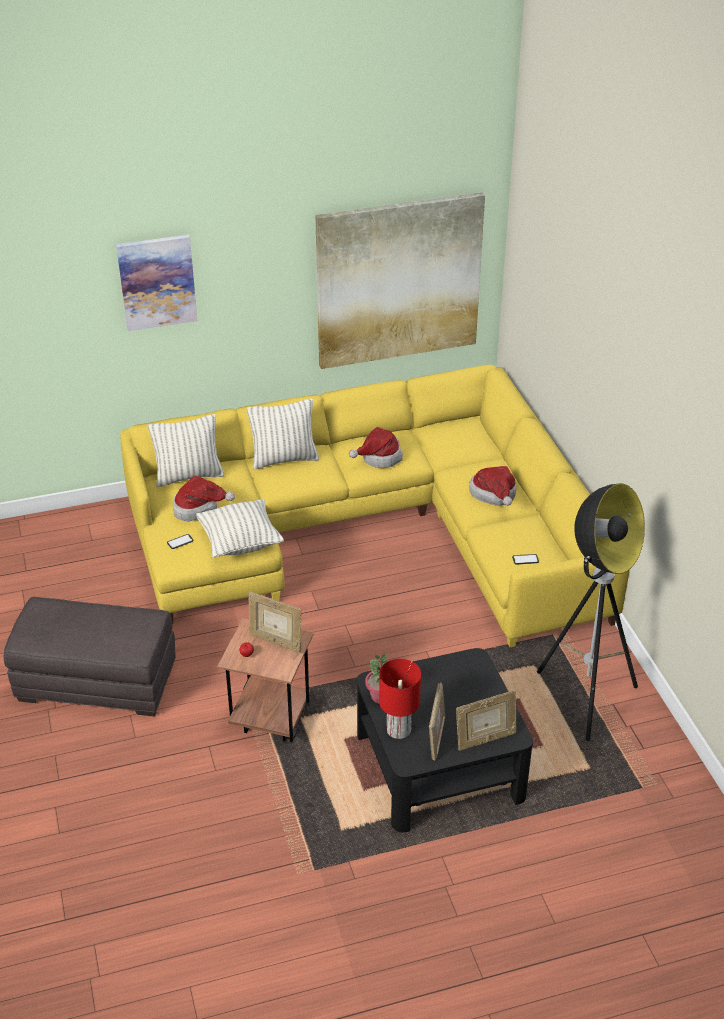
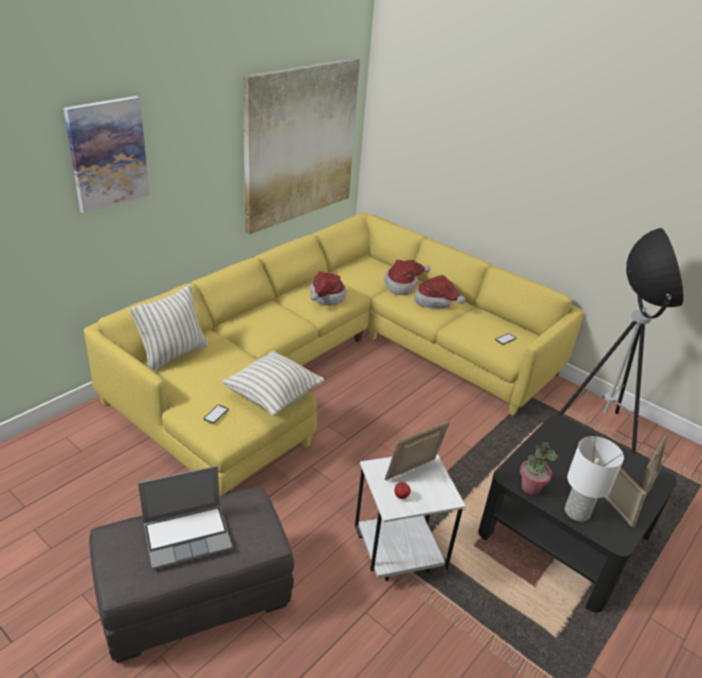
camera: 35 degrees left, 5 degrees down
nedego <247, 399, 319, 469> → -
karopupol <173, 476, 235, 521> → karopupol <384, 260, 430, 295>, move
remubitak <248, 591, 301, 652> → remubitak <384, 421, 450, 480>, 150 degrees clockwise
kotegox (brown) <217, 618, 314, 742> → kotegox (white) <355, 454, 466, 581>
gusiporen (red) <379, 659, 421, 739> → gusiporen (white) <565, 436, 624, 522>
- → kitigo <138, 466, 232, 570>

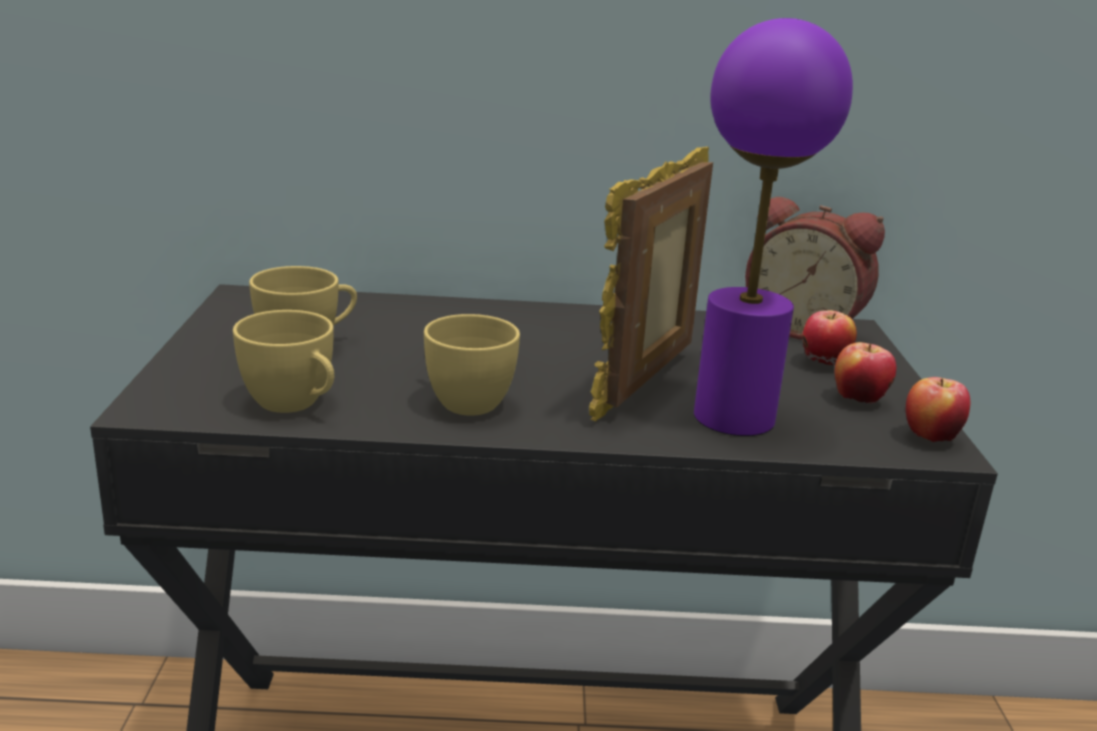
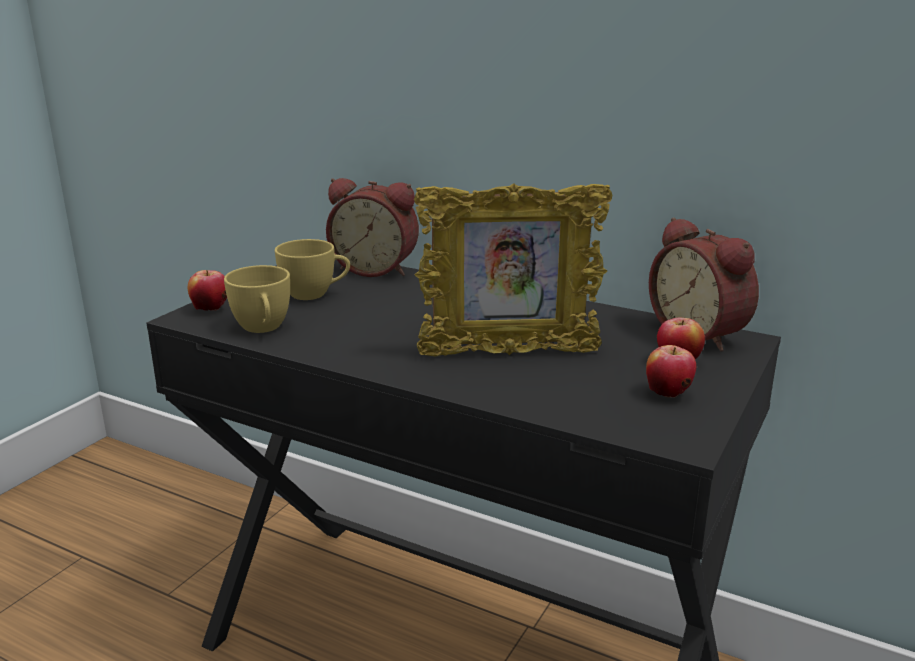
camera: 30 degrees right, 0 degrees up
gusiporen (purple) <694, 18, 853, 436> → -
remubitak <589, 147, 713, 422> → remubitak <414, 183, 612, 356>, 150 degrees counterclockwise
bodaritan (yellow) <424, 314, 520, 416> → -
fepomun <906, 377, 970, 442> → fepomun <188, 270, 227, 311>, move
- → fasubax <326, 178, 419, 277>

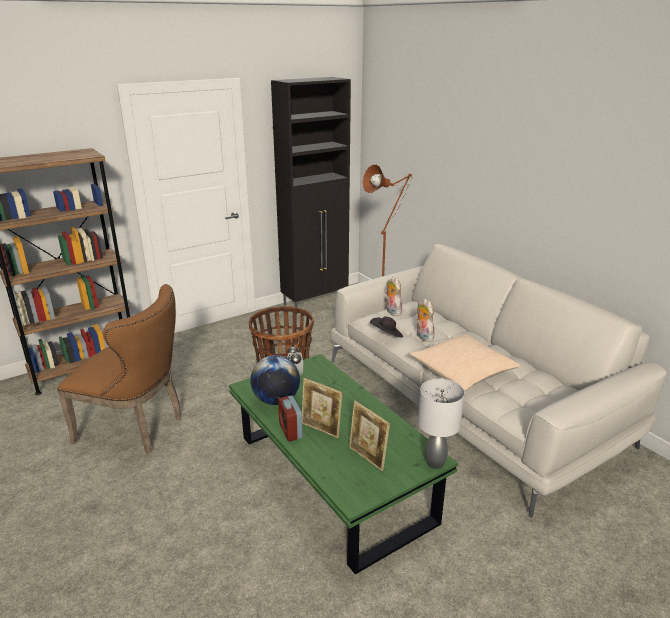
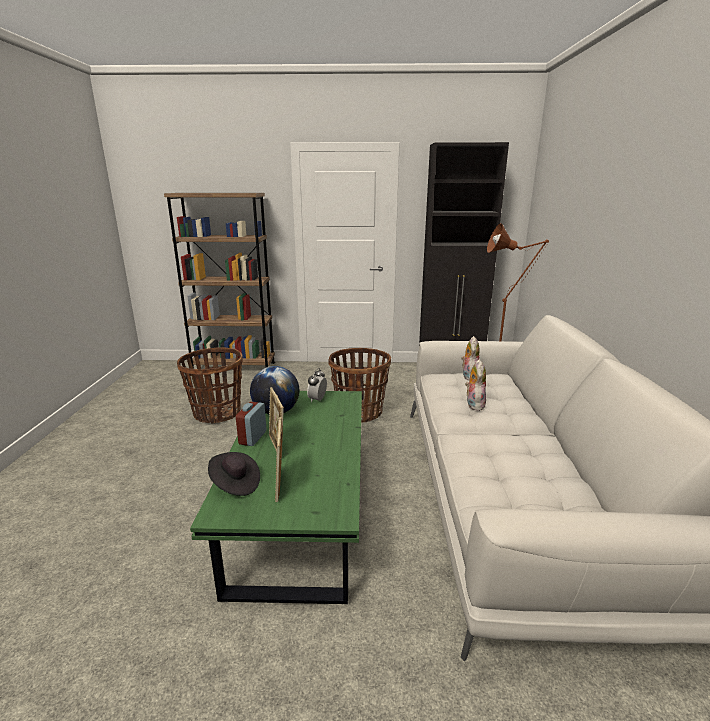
camera: 35 degrees right, 5 degrees down
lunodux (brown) <57, 284, 182, 454> → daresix <177, 347, 243, 423>
karopupol (black) <370, 316, 403, 338> → karopupol (black) <208, 452, 260, 496>, move
nedego (beige) <409, 334, 521, 391> → -
gusiporen (grey) <418, 379, 465, 469> → -

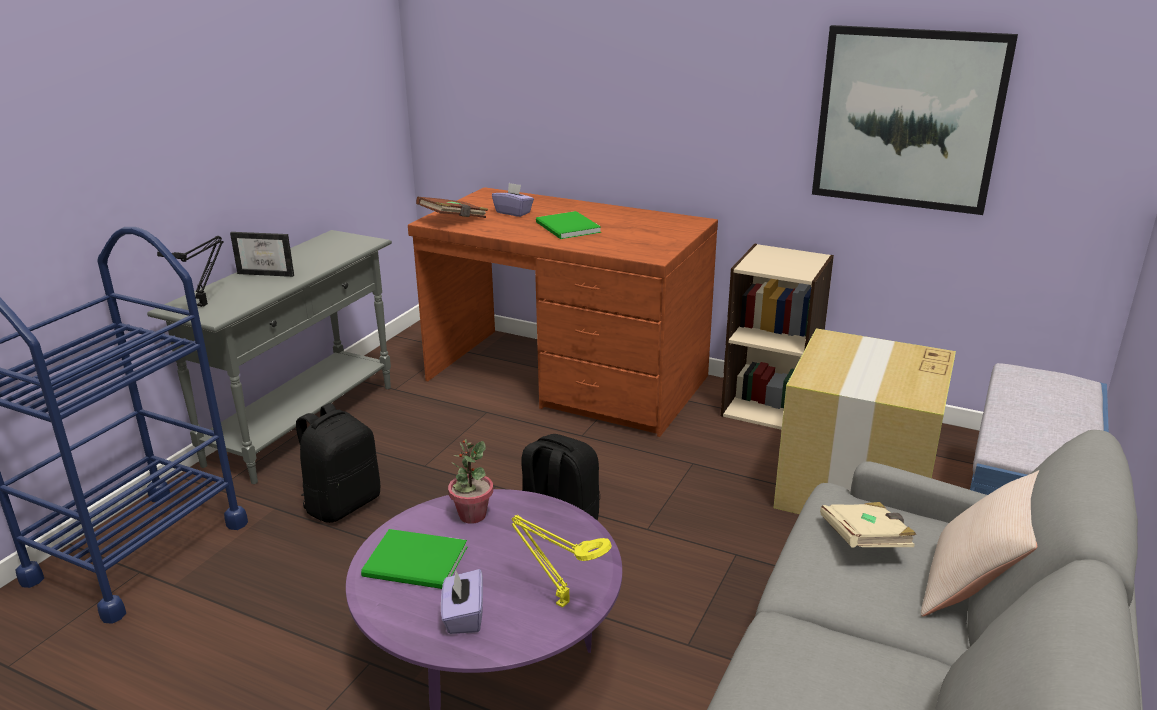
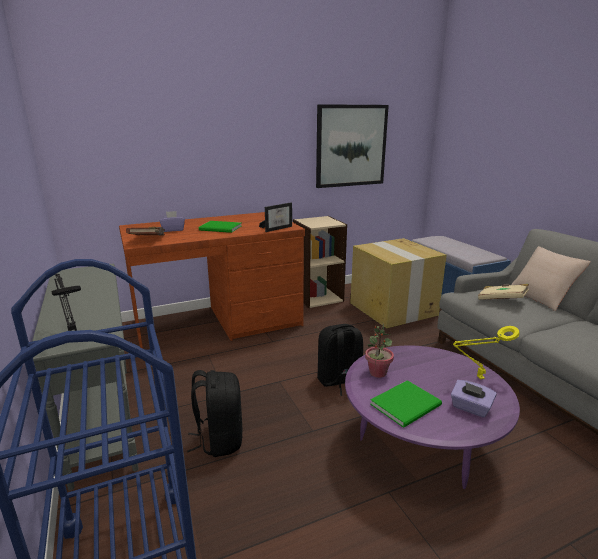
camera: 50 degrees left, 5 degrees down
remubitak <230, 232, 294, 277> → remubitak <259, 203, 292, 232>, move

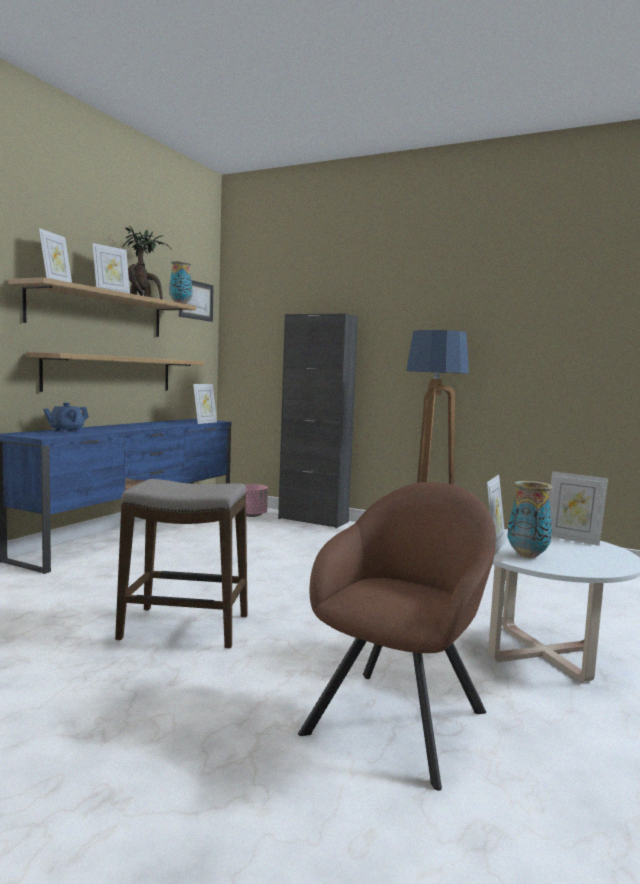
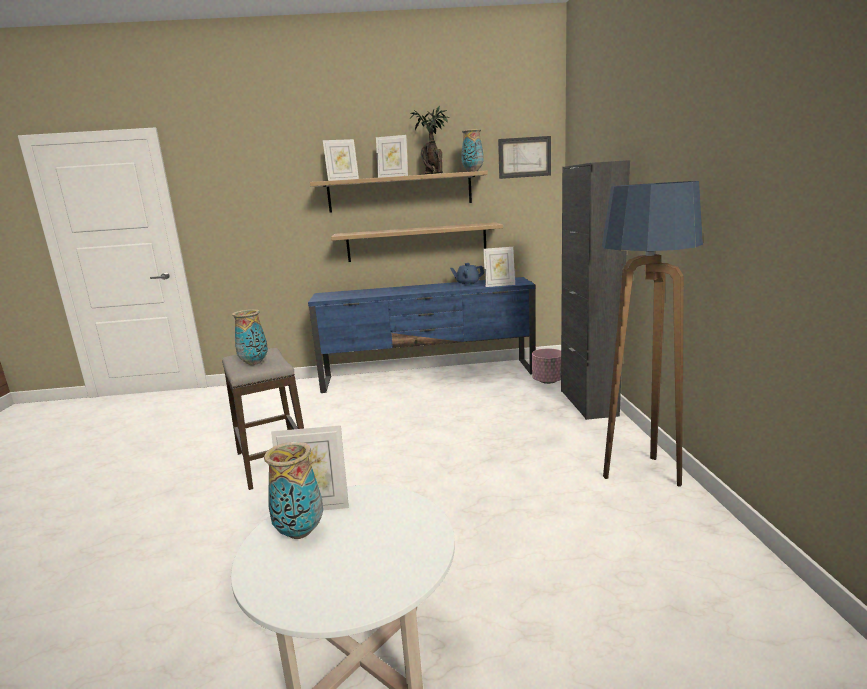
camera: 60 degrees right, 10 degrees up
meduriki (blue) <43, 403, 89, 432> → meduriki (blue) <450, 263, 484, 286>, move
remubitak <549, 471, 608, 546> → -
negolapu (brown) <298, 482, 496, 791> → -
- → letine <232, 309, 268, 365>

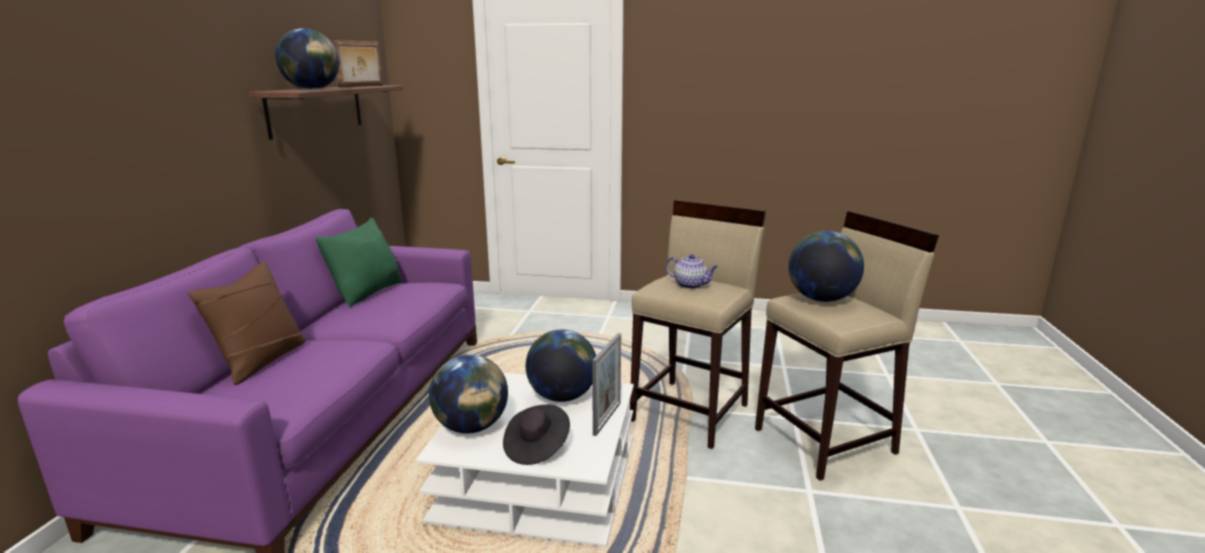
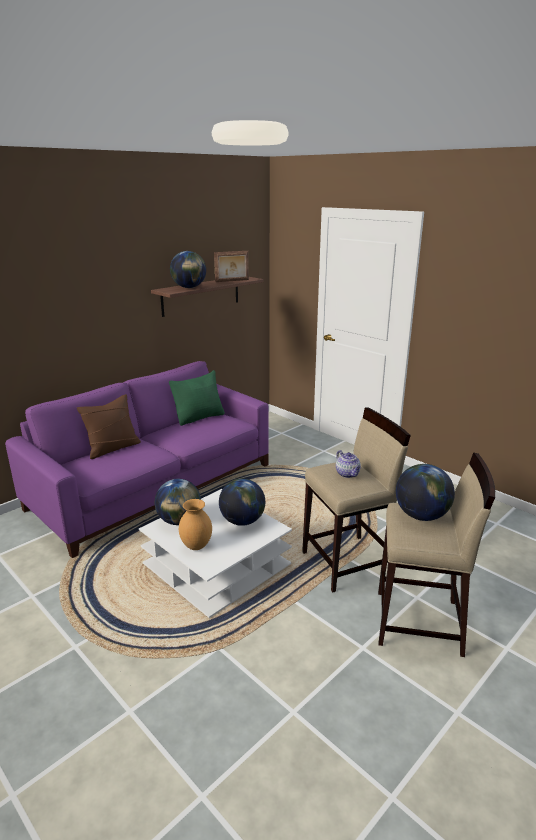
camera: 35 degrees right, 5 degrees up
remubitak <592, 333, 621, 436> → -
karopupol (black) <503, 405, 570, 465> → letine (brown) <179, 499, 212, 550>

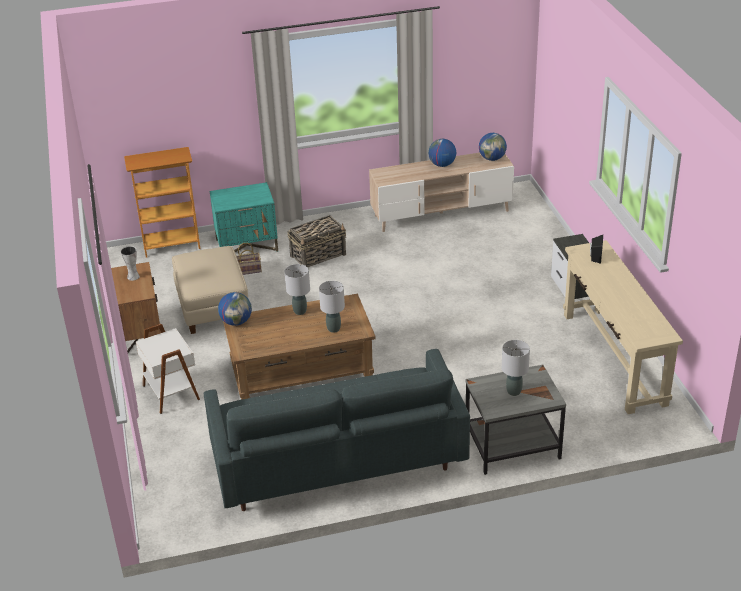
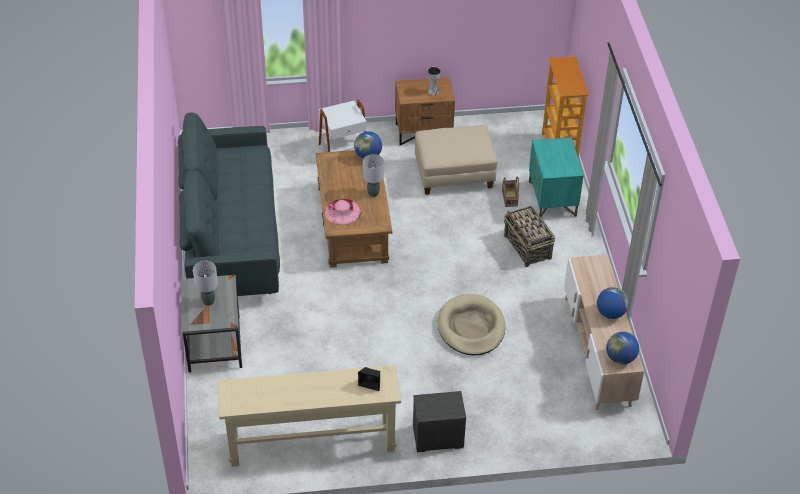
camera: 95 degrees right, 10 degrees up
gusiporen (grey) <319, 281, 345, 333> → karopupol (pink) <324, 199, 361, 225>
- → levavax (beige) <437, 294, 506, 356>

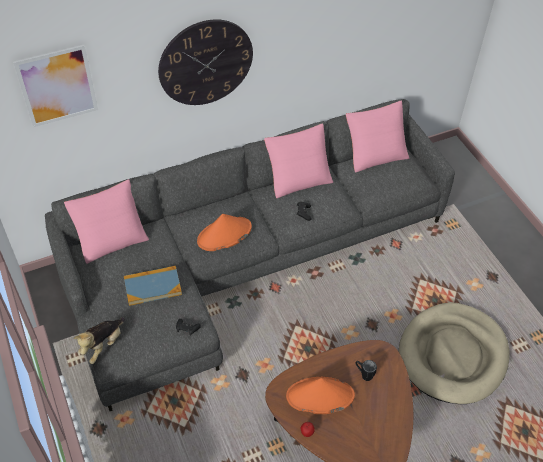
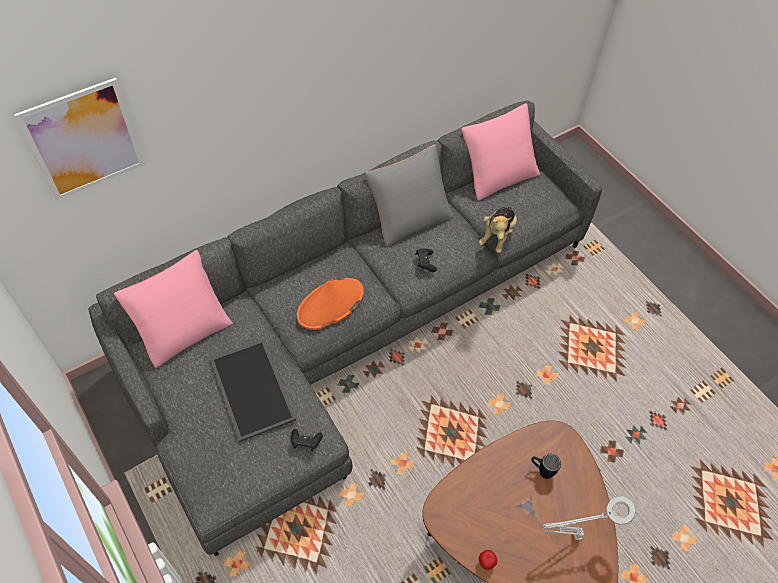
camera: 10 degrees left, 5 degrees up
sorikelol <158, 19, 253, 105> → -
nedego (pink) <264, 124, 333, 198> → nedego (grey) <365, 144, 454, 247>
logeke <124, 266, 182, 306> → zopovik <210, 340, 296, 442>
levavax (beige) <399, 303, 510, 404> → -
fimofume <74, 317, 125, 364> → fimofume <479, 206, 517, 253>, move
karopupol (orange) <286, 377, 355, 414> → -
- → gusiporen (grey) <542, 496, 636, 541>

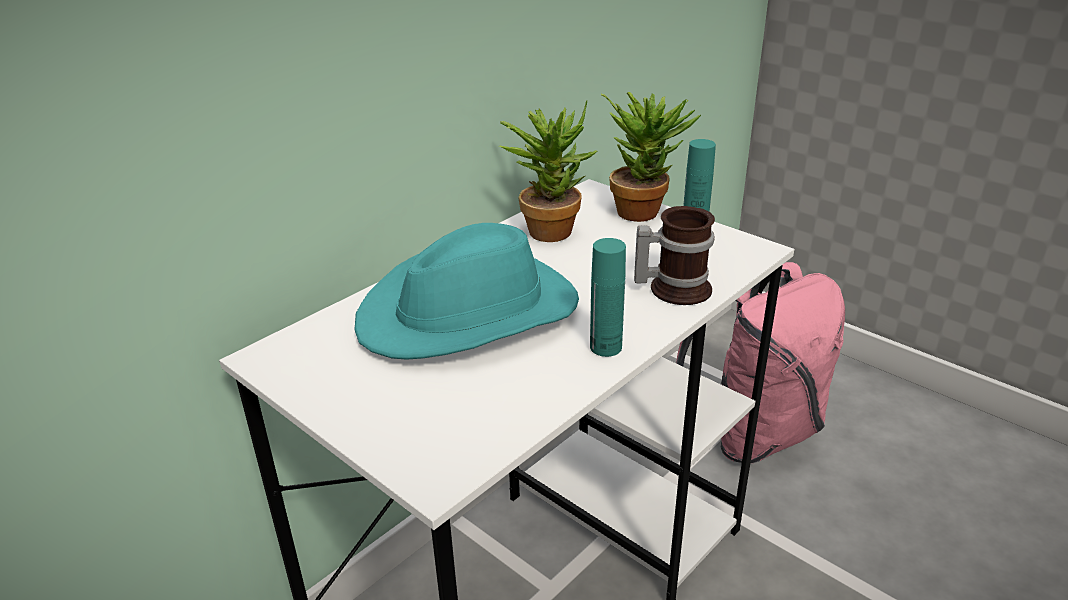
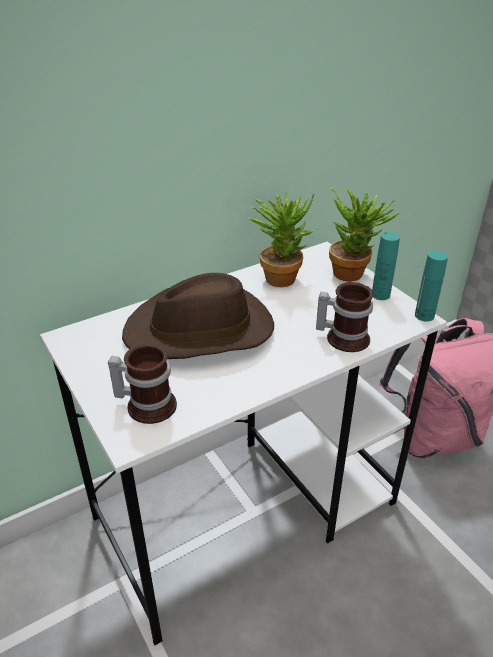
camera: 15 degrees right, 5 degrees up
karopupol (turquoise) <354, 223, 579, 360> → karopupol (brown) <122, 273, 274, 359>
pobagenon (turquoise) <590, 238, 626, 357> → pobagenon (turquoise) <415, 250, 448, 321>, move
- → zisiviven <108, 343, 177, 424>

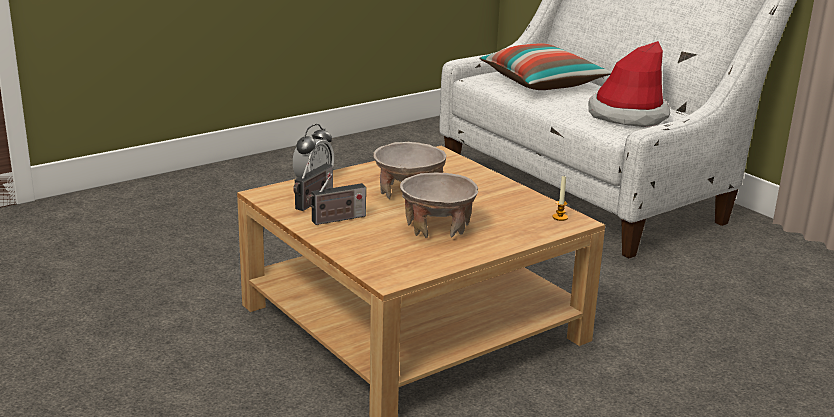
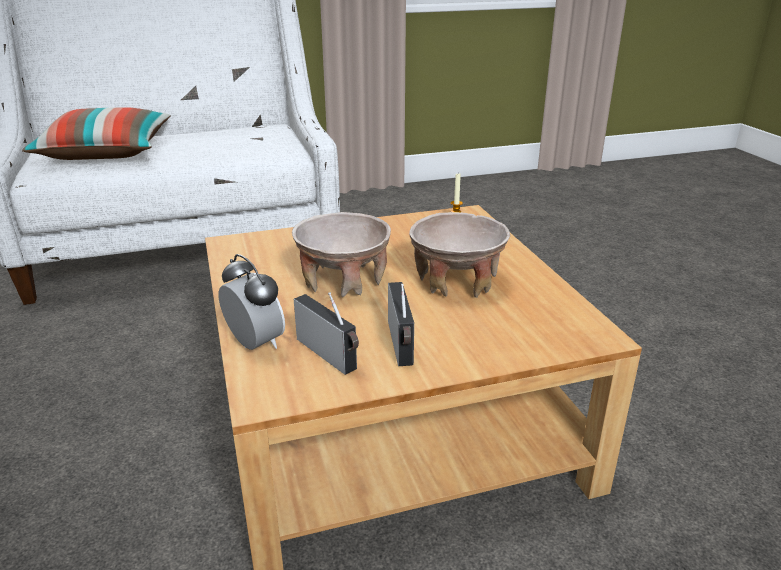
camera: 70 degrees left, 5 degrees up
karopupol <588, 41, 671, 127> → -

